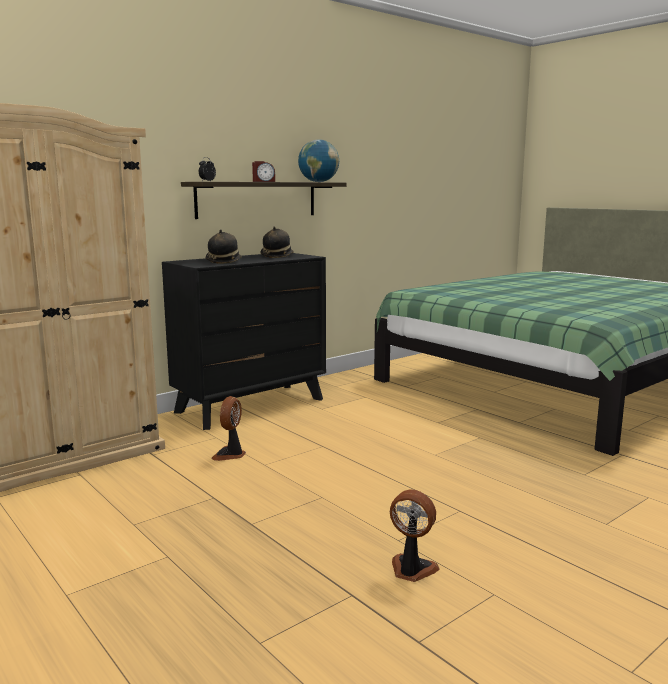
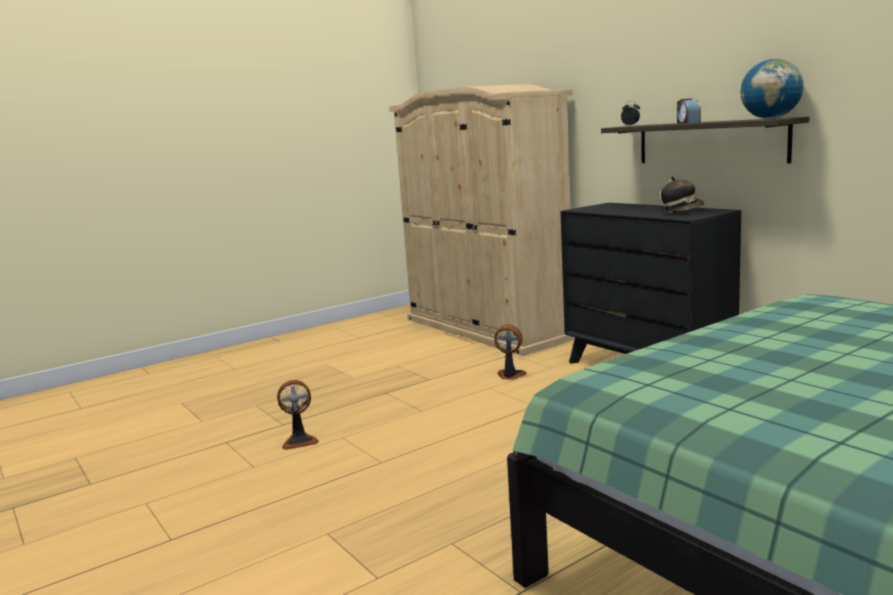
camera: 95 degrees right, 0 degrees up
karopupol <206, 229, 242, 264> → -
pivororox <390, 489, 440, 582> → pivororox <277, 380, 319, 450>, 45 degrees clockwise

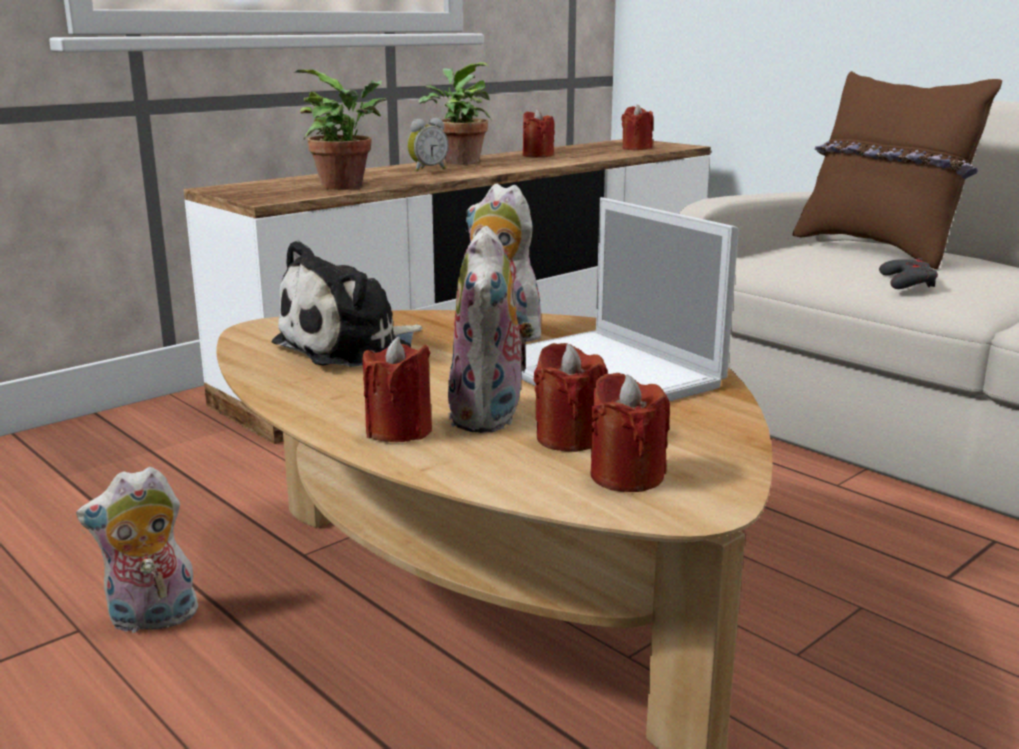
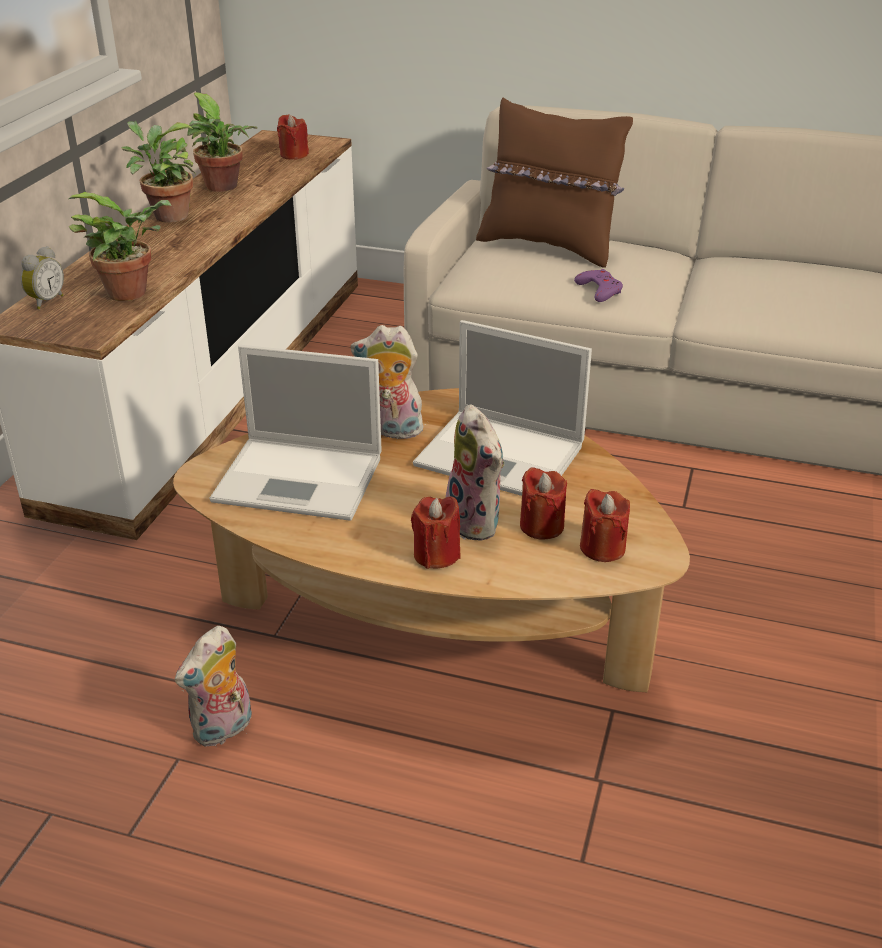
camera: 30 degrees left, 15 degrees up
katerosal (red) <523, 109, 555, 158> → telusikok <187, 92, 258, 192>
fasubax <407, 118, 449, 172> → fasubax <21, 246, 64, 309>, move
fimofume <272, 240, 422, 367> → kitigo <209, 345, 382, 521>
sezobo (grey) <879, 258, 938, 289> → sezobo (purple) <574, 269, 623, 302>

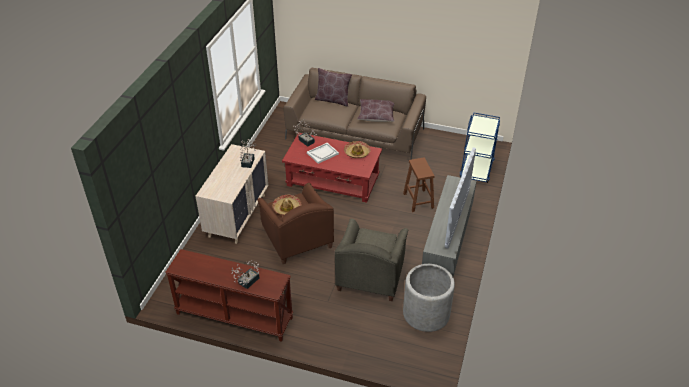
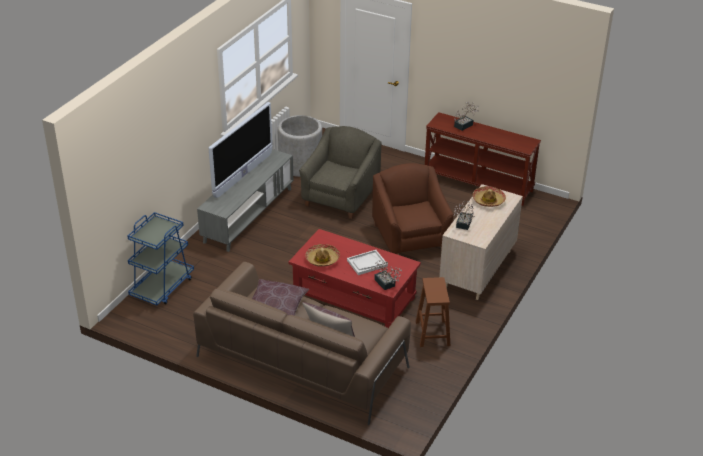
camera: 170 degrees left, 5 degrees down
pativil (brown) <403, 158, 435, 212> → pativil (brown) <416, 277, 450, 347>, move
karopupol <272, 195, 301, 215> → karopupol <472, 186, 506, 207>, move

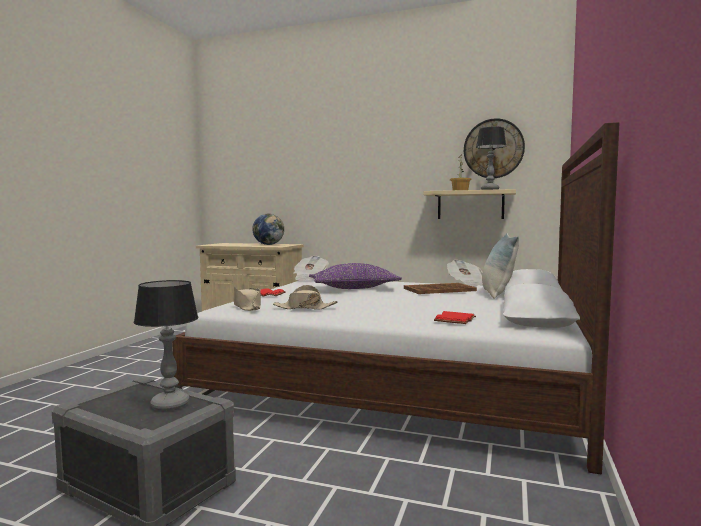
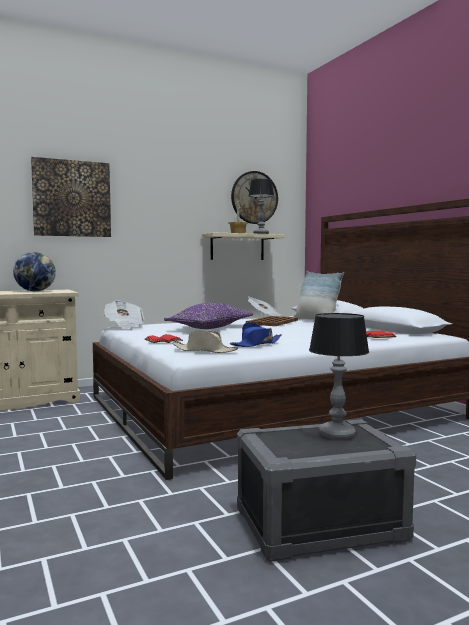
camera: 45 degrees left, 0 degrees up
karopupol (beige) <273, 285, 337, 310> → karopupol (blue) <230, 322, 282, 347>
- → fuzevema <31, 157, 111, 237>

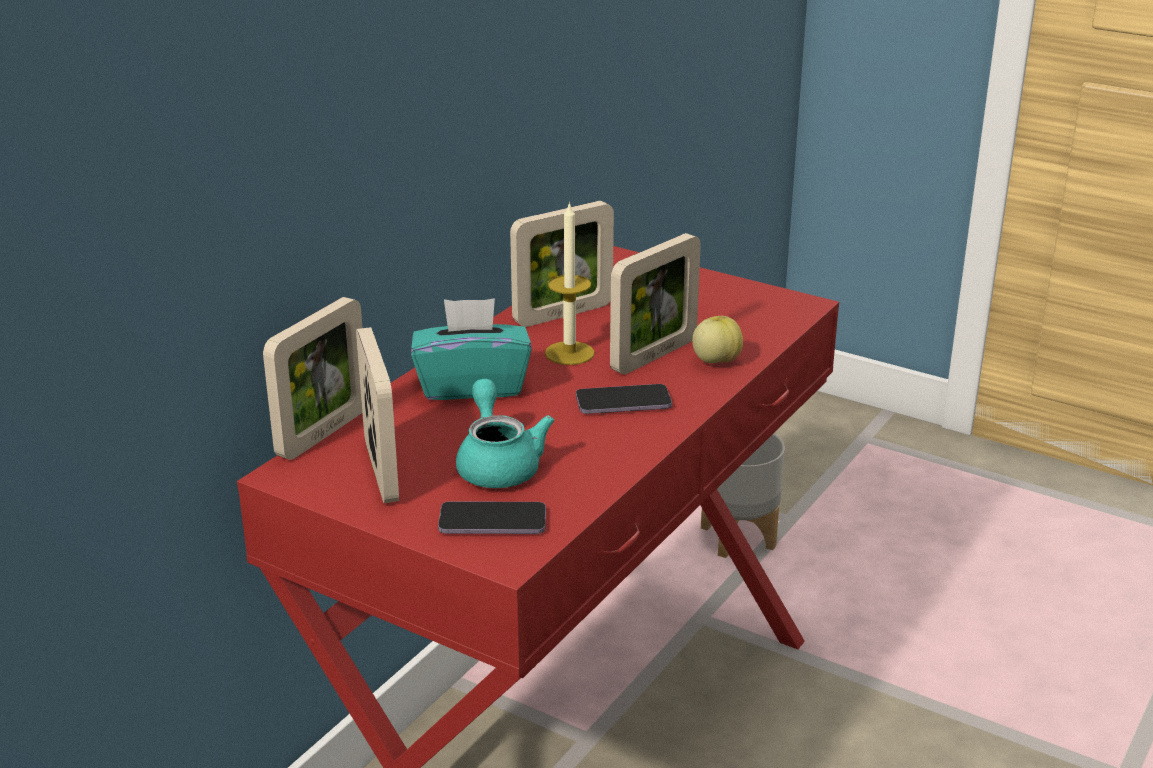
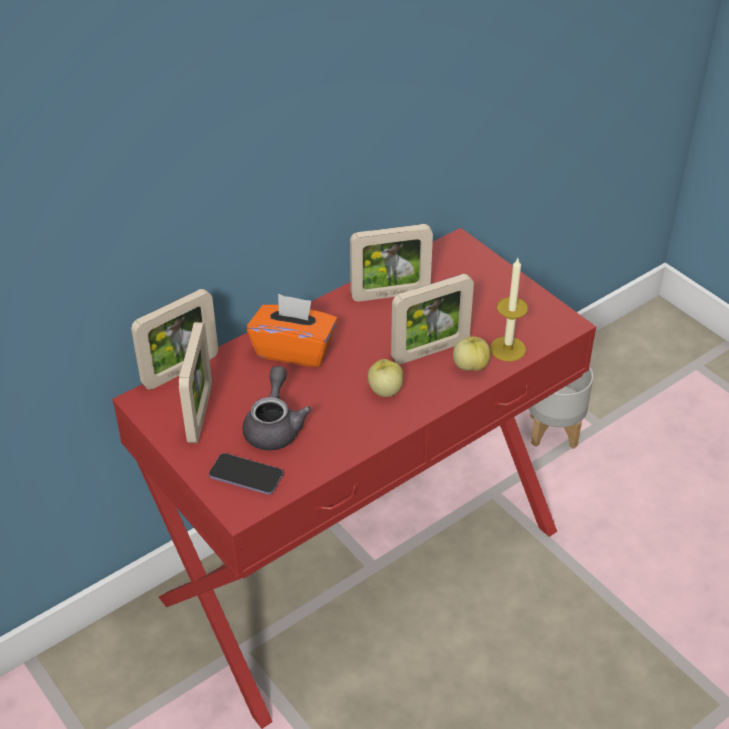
camera: 20 degrees right, 15 degrees up
katerosal <545, 201, 595, 365> → katerosal <490, 258, 528, 361>, move
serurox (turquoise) <411, 298, 532, 400> → serurox (orange) <247, 294, 338, 367>
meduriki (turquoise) <456, 379, 554, 488> → meduriki (grey) <243, 366, 312, 451>
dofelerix <576, 384, 672, 414> → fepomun <368, 359, 403, 397>

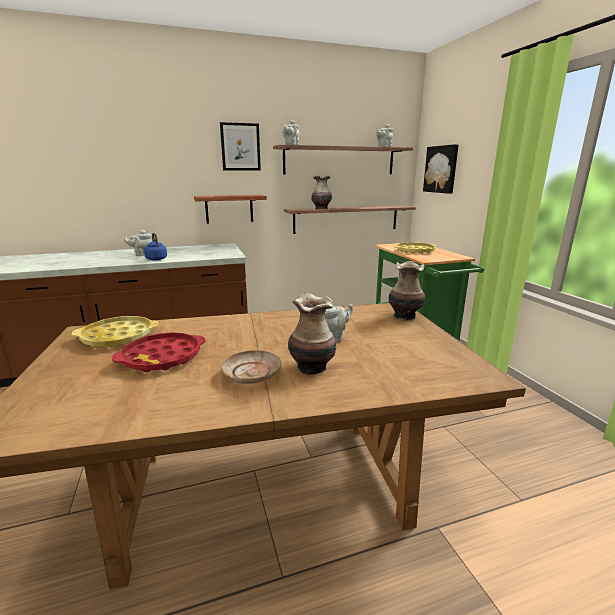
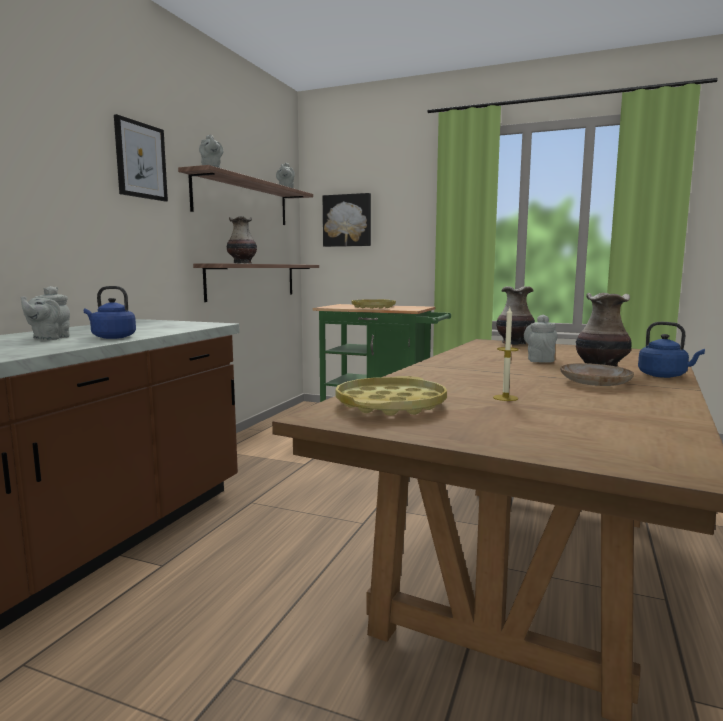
camera: 50 degrees left, 10 degrees down
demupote <194, 195, 267, 224> → -
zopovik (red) <112, 332, 206, 372> → katerosal <493, 307, 519, 401>
- → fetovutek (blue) <638, 322, 705, 378>

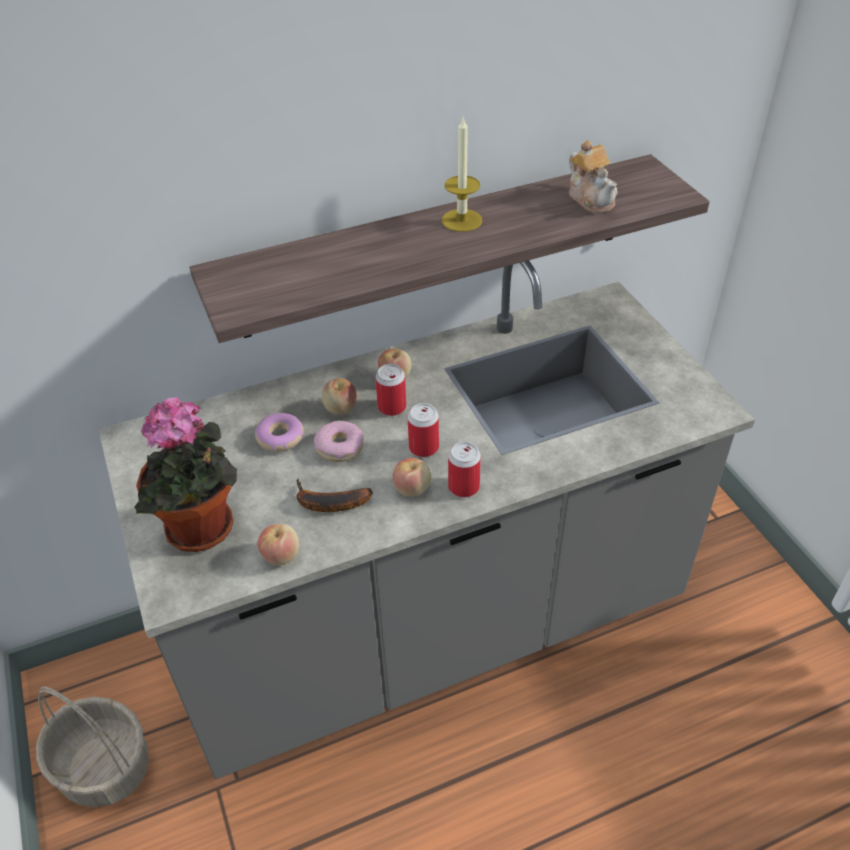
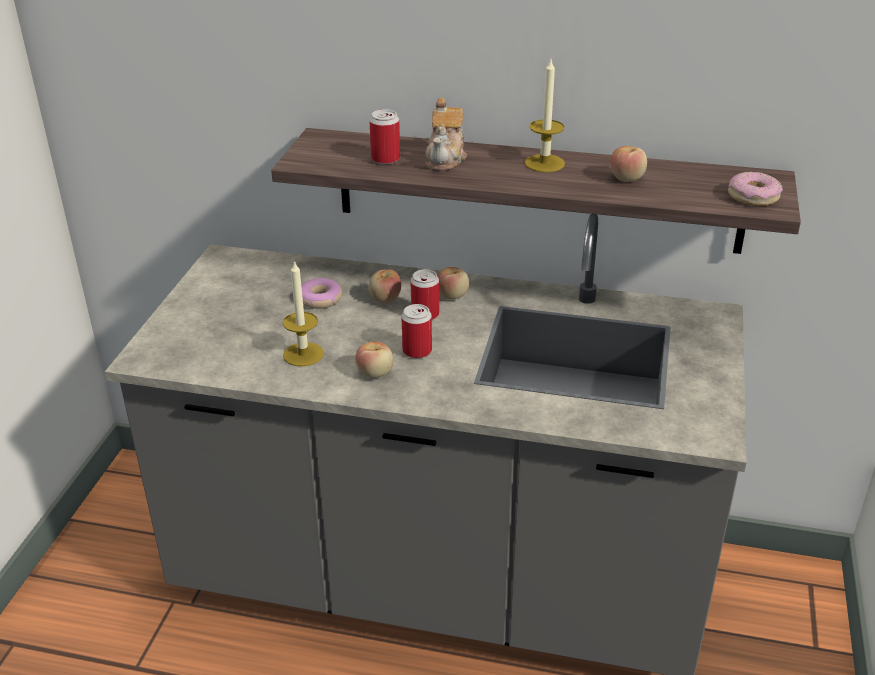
camera: 35 degrees right, 10 degrees down
meduriki <569, 140, 617, 214> → meduriki <425, 98, 467, 171>, move
telusikok <134, 397, 237, 552> → -
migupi <314, 420, 364, 462> → migupi <728, 172, 783, 206>, move
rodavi <448, 442, 481, 497> → rodavi <369, 109, 400, 164>, move
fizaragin <296, 478, 373, 512> → katerosal <283, 260, 324, 366>
fepomun <258, 524, 299, 566> → fepomun <610, 146, 647, 182>, move
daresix <36, 686, 149, 807> → -

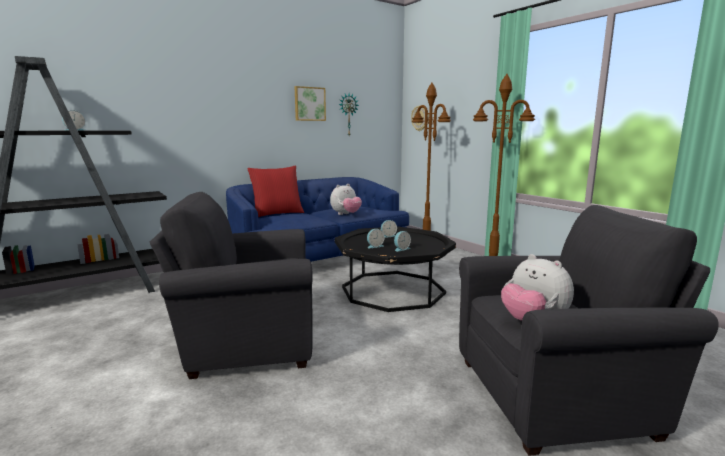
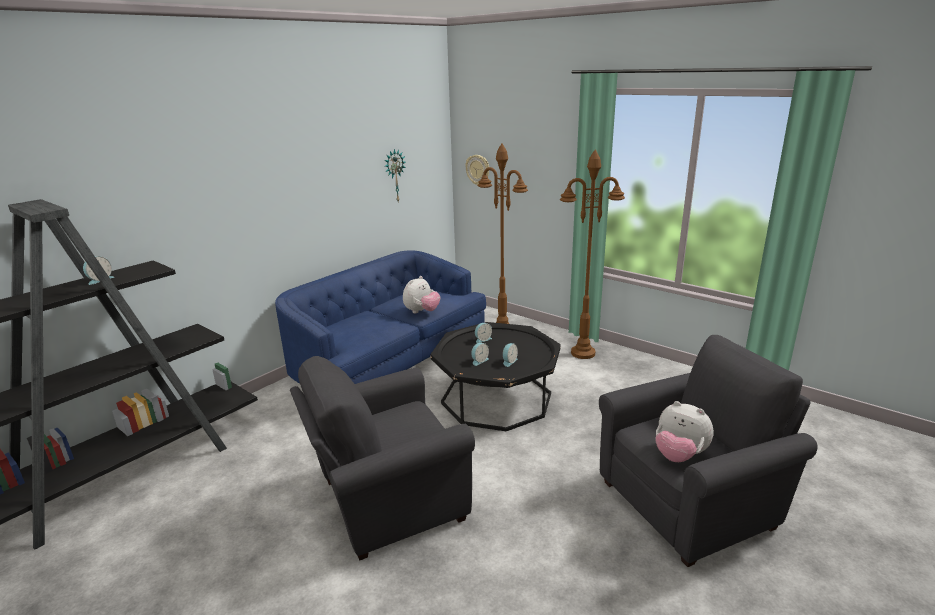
camera: 15 degrees left, 10 degrees up
fuzevema <295, 86, 326, 121> → -
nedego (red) <247, 165, 304, 217> → -

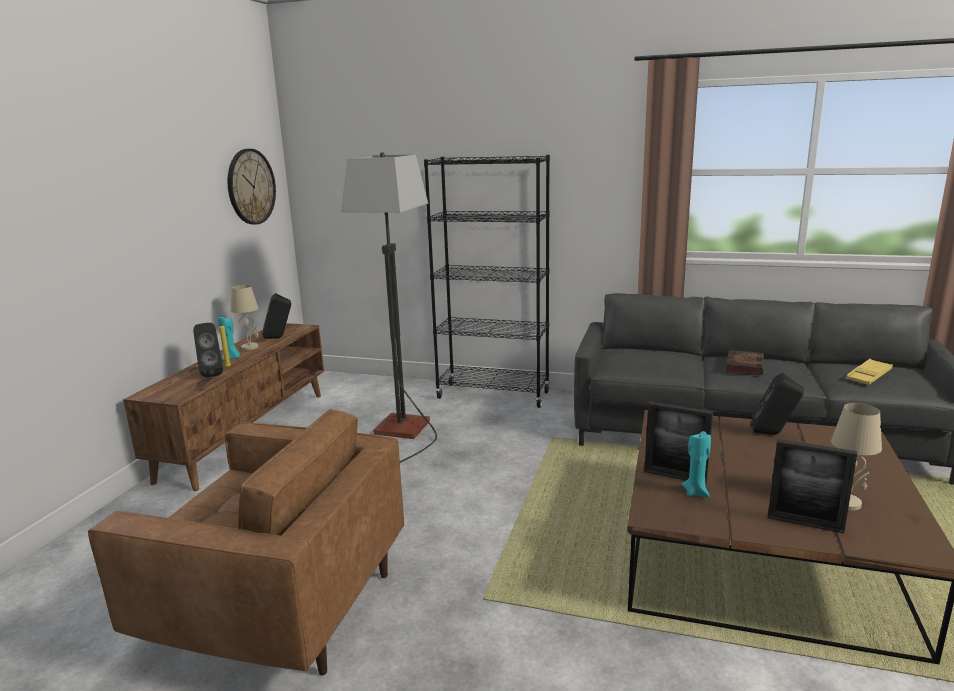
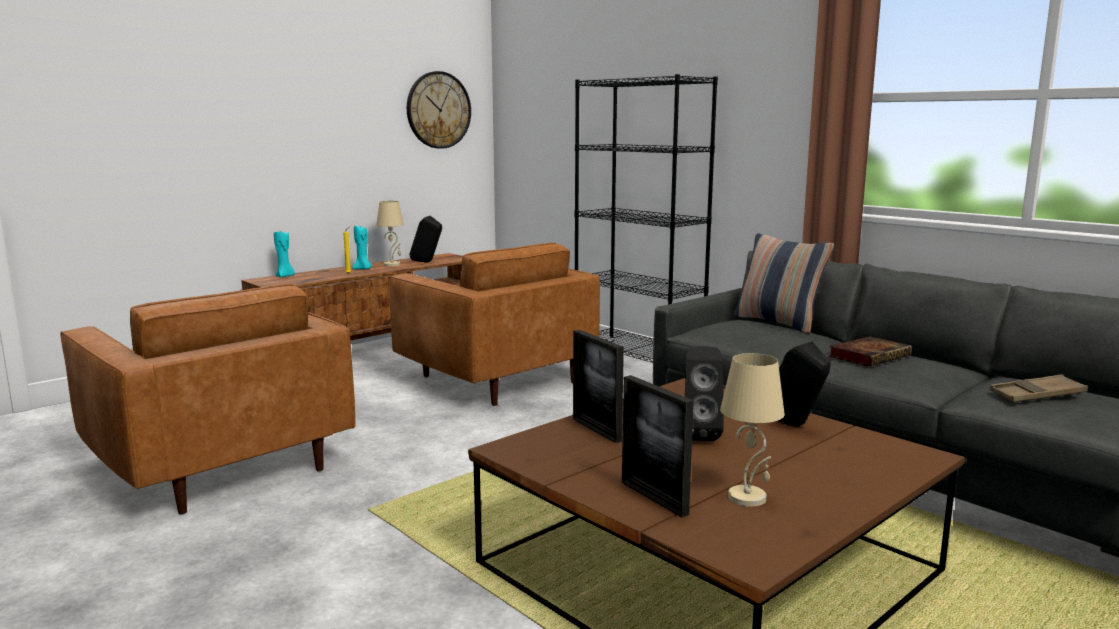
camera: 30 degrees right, 5 degrees down
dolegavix <341, 152, 437, 463> → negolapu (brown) <388, 243, 600, 406>
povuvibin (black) <193, 323, 223, 377> → povuvibin (black) <685, 346, 724, 441>, move
zopovik (yellow) <846, 359, 893, 385> → zopovik (brown) <990, 374, 1088, 402>
katerosal (turquoise) <682, 431, 711, 498> → katerosal (turquoise) <274, 231, 295, 277>, move
- → nedego <733, 233, 834, 334>

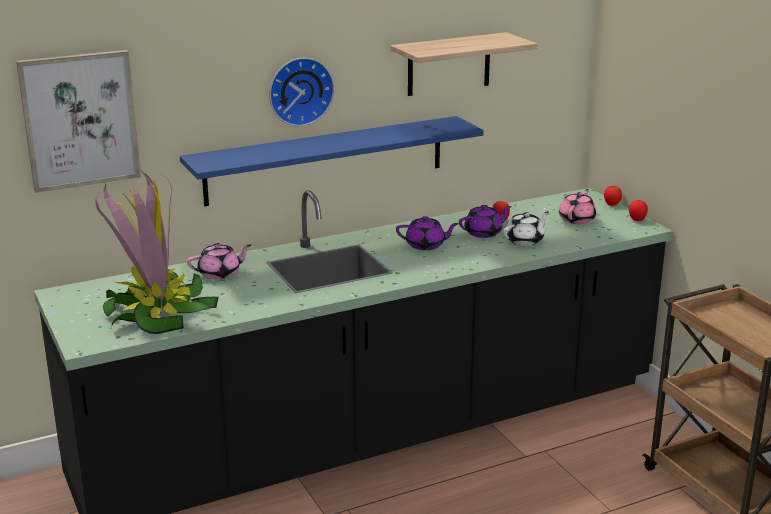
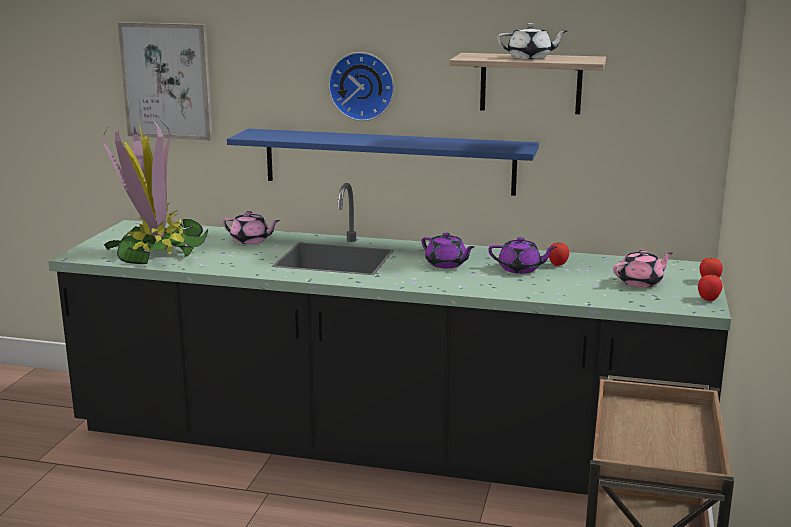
camera: 40 degrees right, 5 degrees down
meduriki (white) <503, 211, 549, 246> → meduriki (white) <497, 23, 567, 59>, move

